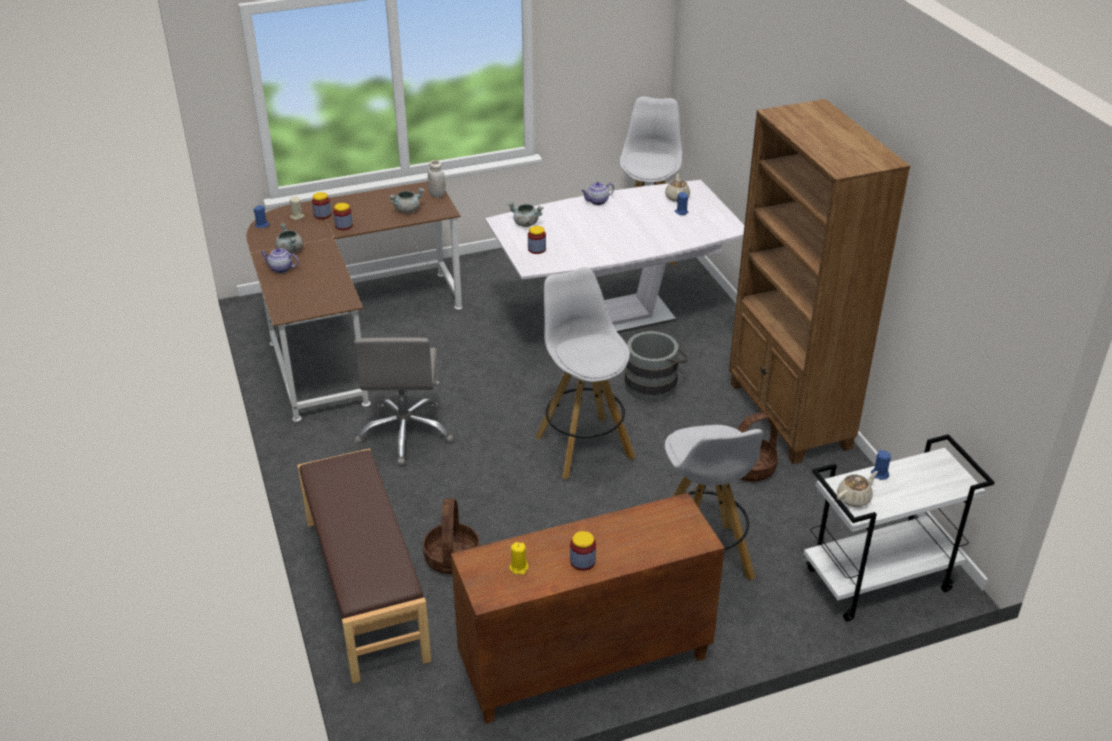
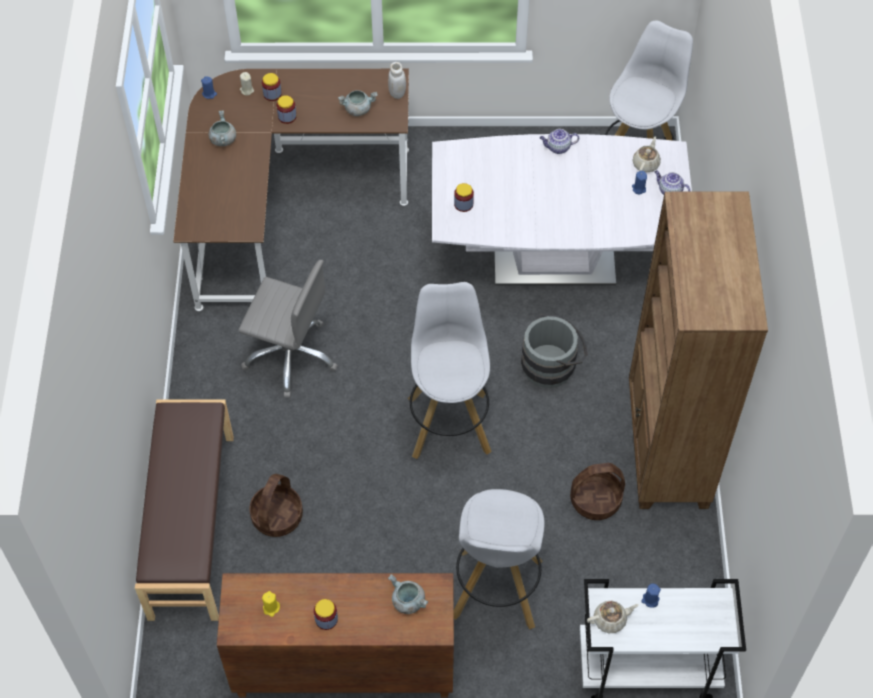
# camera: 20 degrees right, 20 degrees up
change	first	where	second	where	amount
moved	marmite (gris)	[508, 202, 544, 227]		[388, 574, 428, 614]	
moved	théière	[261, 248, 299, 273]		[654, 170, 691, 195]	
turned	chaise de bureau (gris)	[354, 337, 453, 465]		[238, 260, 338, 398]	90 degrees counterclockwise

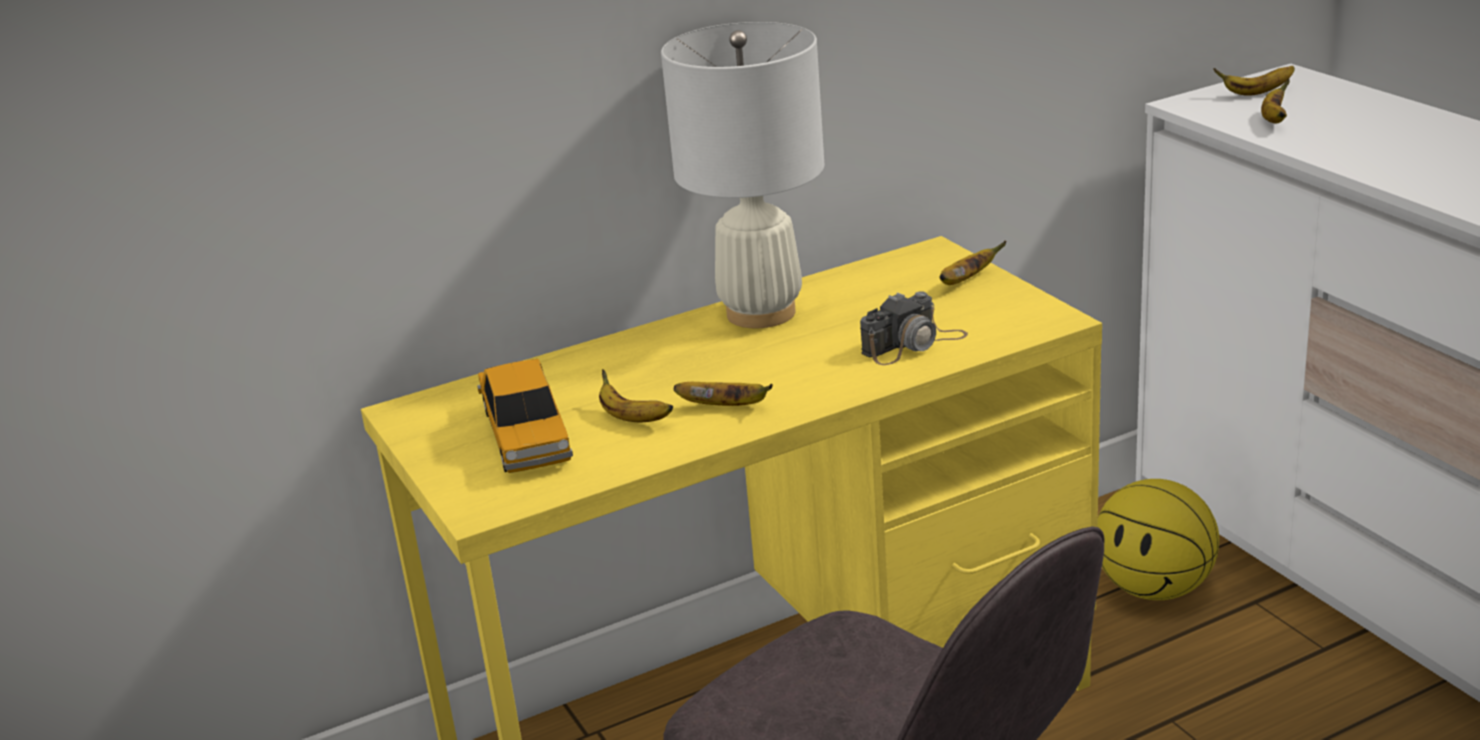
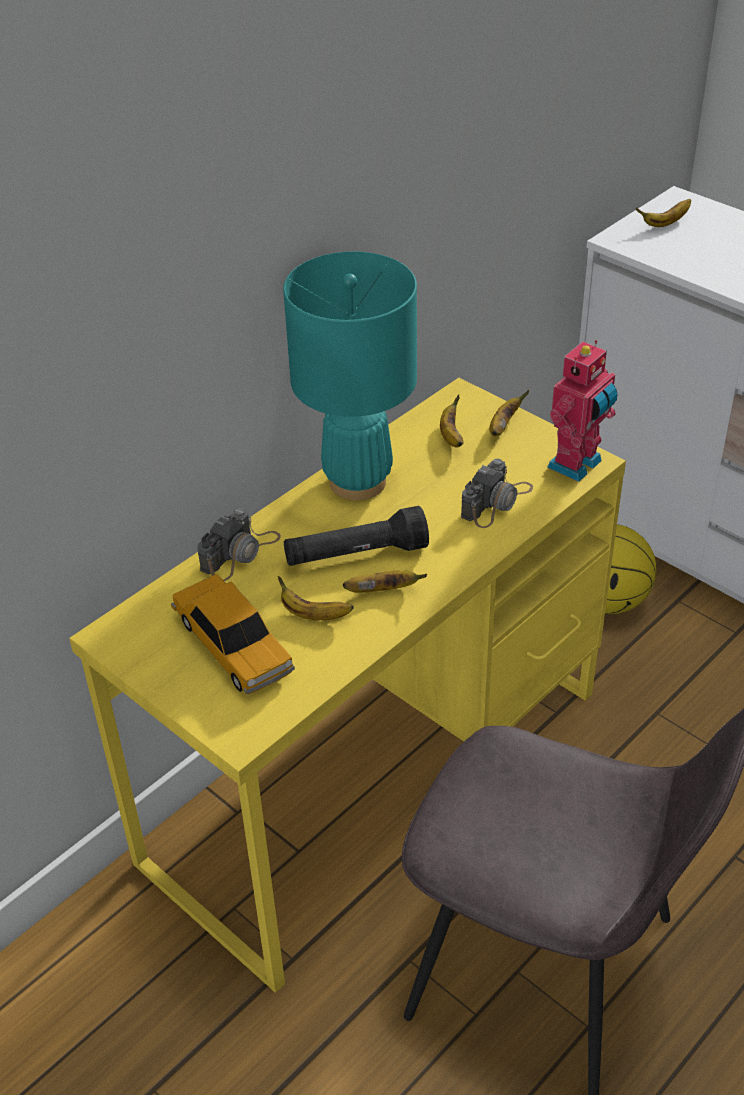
# camera: 20 degrees left, 15 degrees up
change	first	where	second	where	amount
recoloured	lampe de table (blanc)	[661, 22, 824, 328]	lampe de table (turquoise)	[283, 251, 417, 500]	
moved	banane	[1261, 79, 1290, 123]		[440, 394, 464, 448]	
added			robot jouet	[547, 340, 618, 482]	
added			lampe de poche (noir)	[284, 506, 429, 566]	
added			appareil photo	[197, 508, 281, 581]	

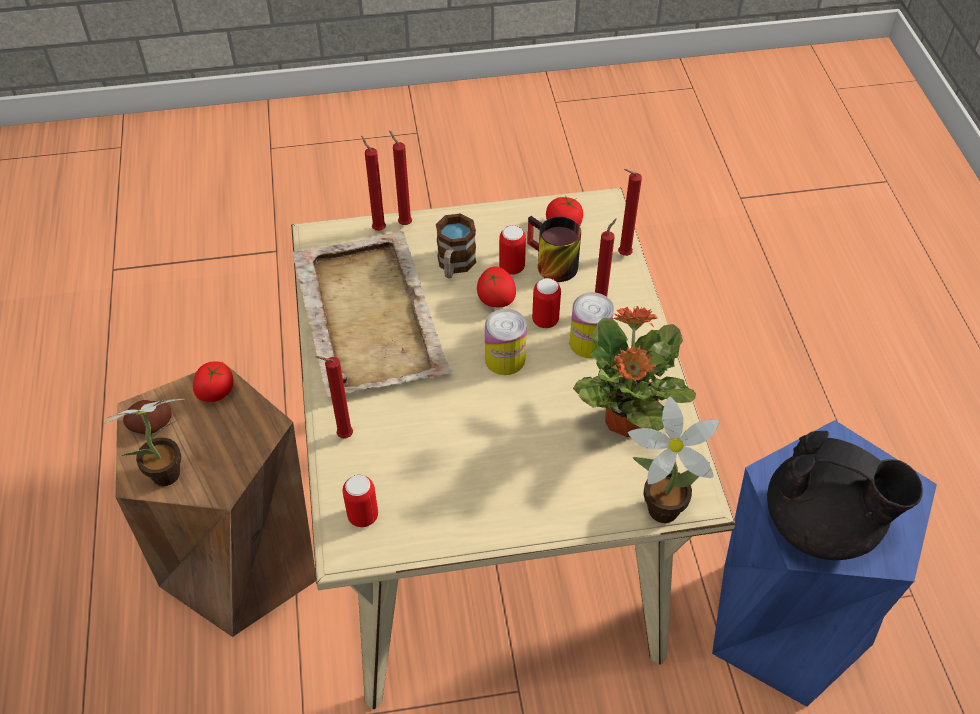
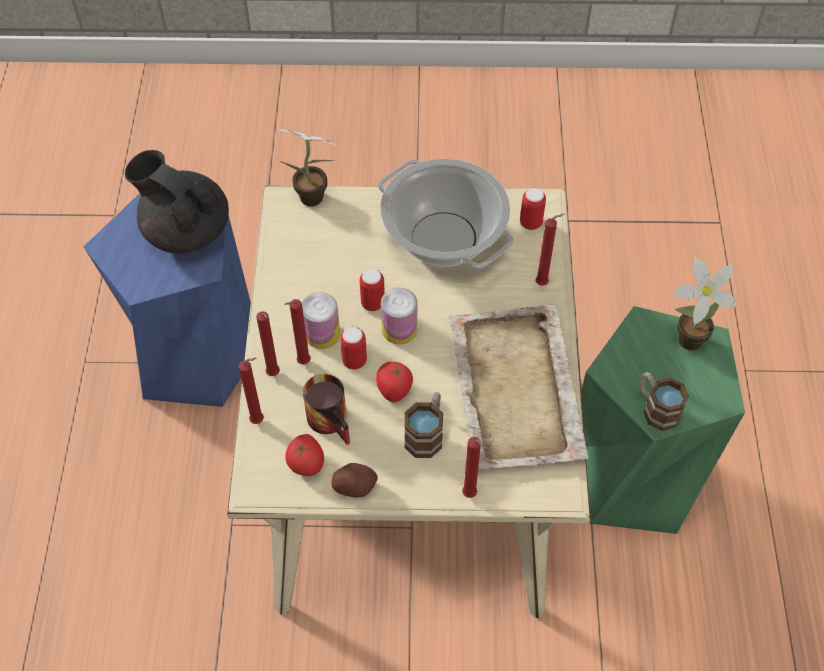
# camera: 170 degrees left, 5 degrees up
change	first	where	second	where	amount
moved	bougie (rouge)	[361, 136, 386, 231]		[256, 311, 280, 376]	
moved	boîte métallique	[499, 225, 526, 275]		[360, 269, 385, 311]	
removed	plante en pot	[573, 306, 696, 437]			
recoloured	tabouret (marron)	[116, 361, 316, 637]	tabouret (vert)	[581, 306, 745, 534]	
replaced	tomate	[193, 362, 233, 402]	mug	[640, 372, 689, 431]	
moved	pomme de terre	[123, 400, 172, 434]		[331, 463, 378, 497]	
added			marmite	[378, 159, 514, 269]	

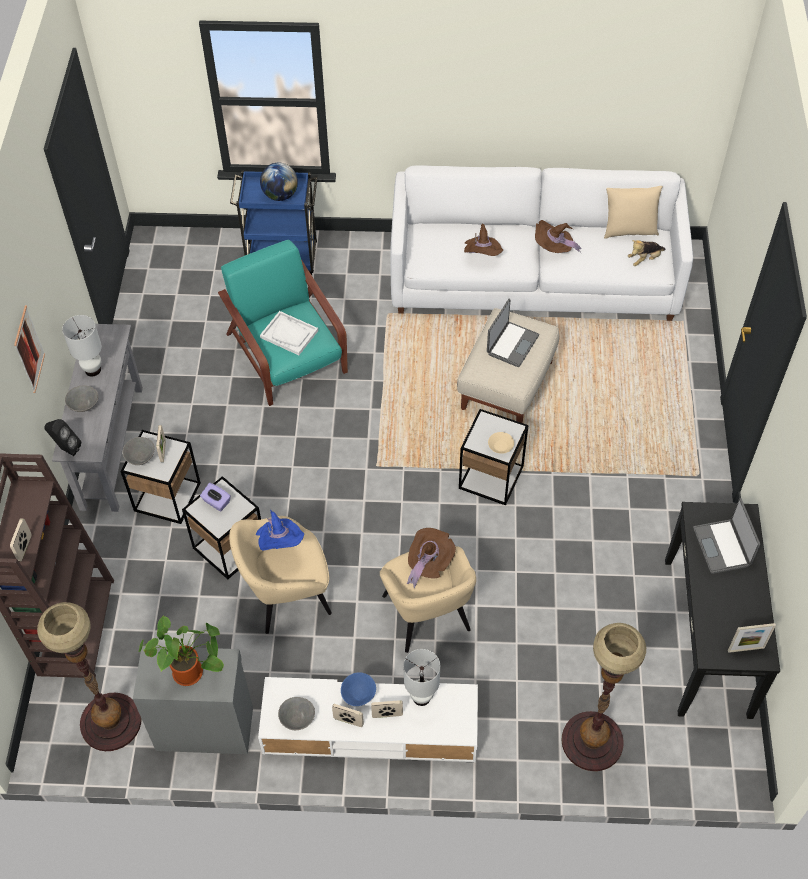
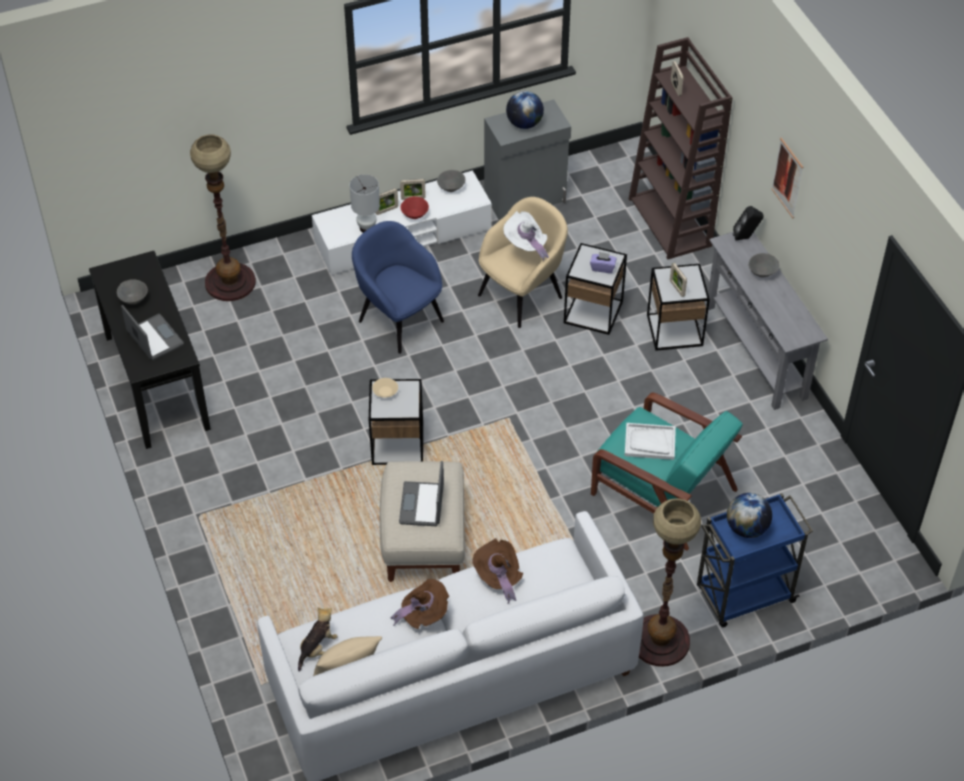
# camera: 155 degrees right, 5 degrees down
change	first	where	second	where	amount
removed	lampe de table (blanc)	[62, 315, 102, 377]			
moved	bol (gris)	[123, 437, 155, 465]		[117, 279, 148, 304]	
recoloured	chapeau (bleu)	[256, 509, 304, 551]	chapeau (blanc)	[503, 211, 549, 262]	
removed	chapeau (marron)	[406, 528, 456, 588]			
recoloured	fauteuil (beige)	[380, 546, 476, 653]	fauteuil (bleu)	[352, 221, 444, 354]	
moved	lampadaire	[37, 602, 142, 751]		[639, 498, 701, 667]	
replaced	plante en pot	[139, 615, 224, 686]	globe	[506, 91, 544, 129]	
removed	cadre photo	[728, 623, 776, 653]			
recoloured	bol (bleu)	[341, 672, 376, 706]	bol (rouge)	[400, 196, 429, 219]	

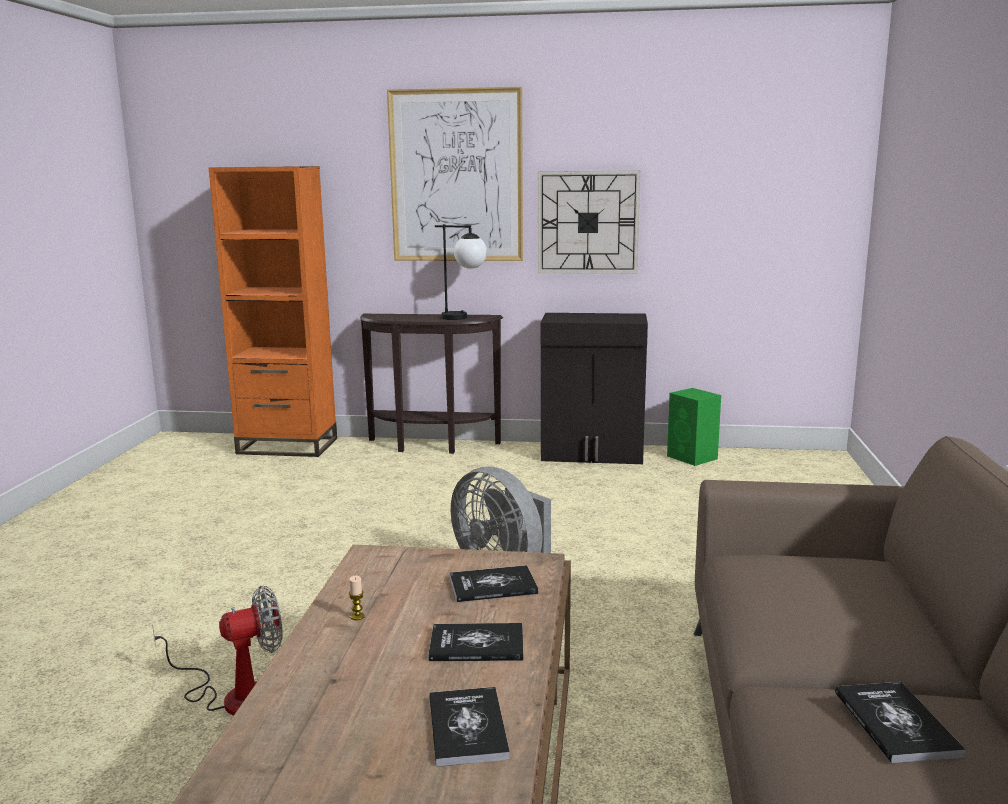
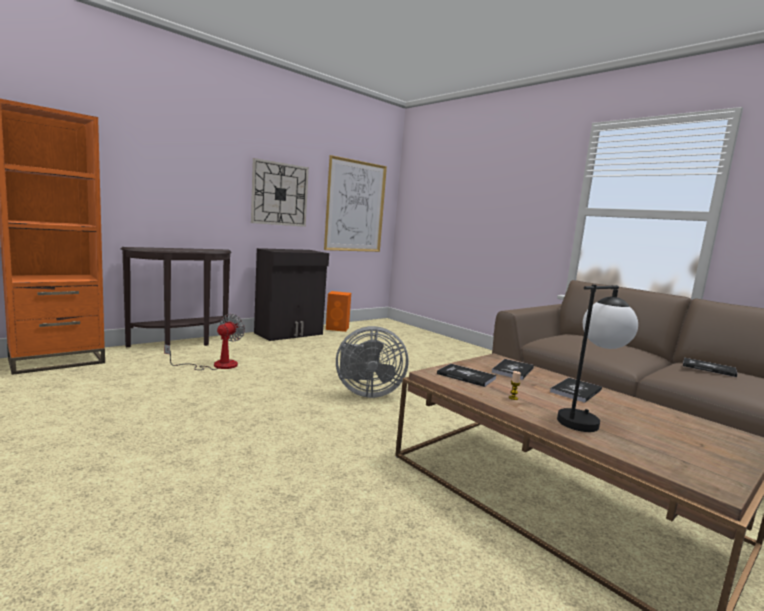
# camera: 50 degrees left, 5 degrees down
change	first	where	second	where	amount
moved	tableau	[387, 87, 523, 261]		[324, 155, 387, 252]	
moved	lampe de table	[435, 224, 487, 320]		[557, 284, 638, 432]	
recoloured	enceinte (vert)	[667, 388, 721, 466]	enceinte (orange)	[326, 291, 351, 332]	
moved	ventilateur	[152, 586, 282, 716]		[164, 314, 245, 370]	
moved	livre	[429, 687, 510, 767]		[437, 364, 496, 387]	

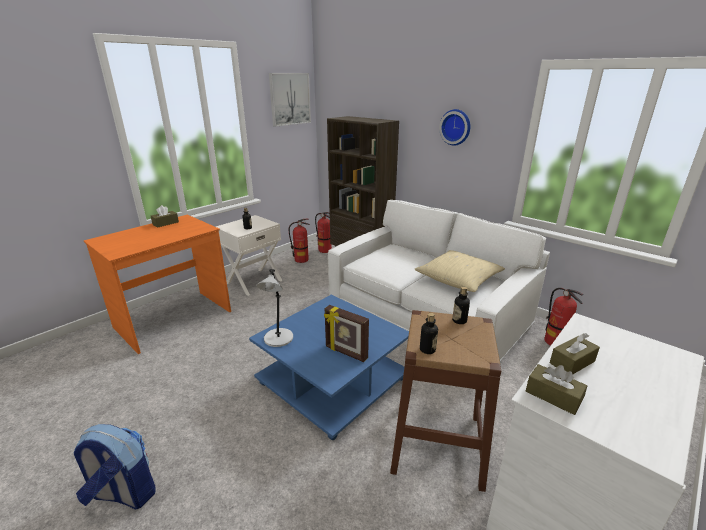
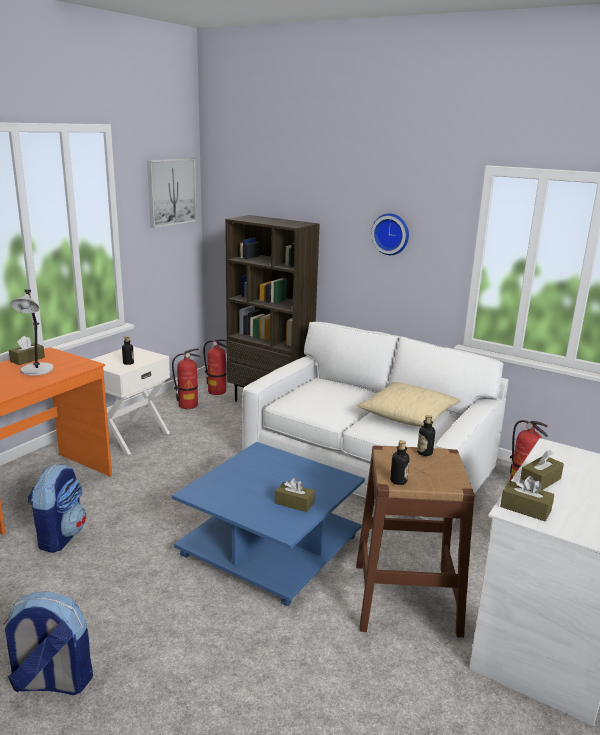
# camera: 10 degrees left, 5 degrees down
change	first	where	second	where	amount
moved	lampe de table (gris)	[256, 269, 293, 347]		[11, 290, 54, 376]	
replaced	cadre photo	[324, 305, 369, 362]	boîte à mouchoirs (marron)	[275, 478, 315, 512]	
added			sac à dos	[28, 464, 86, 553]	

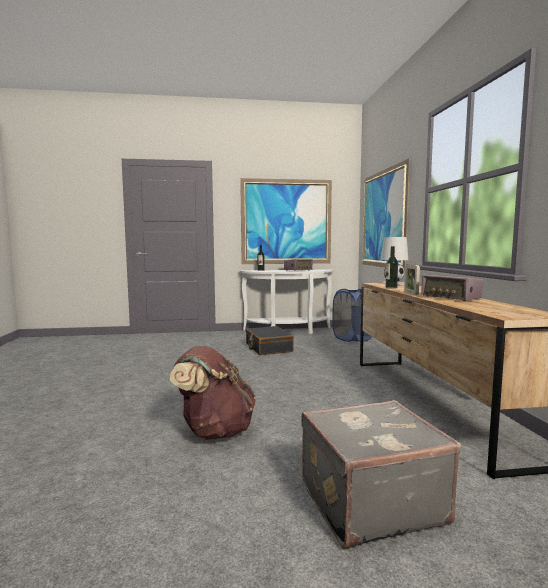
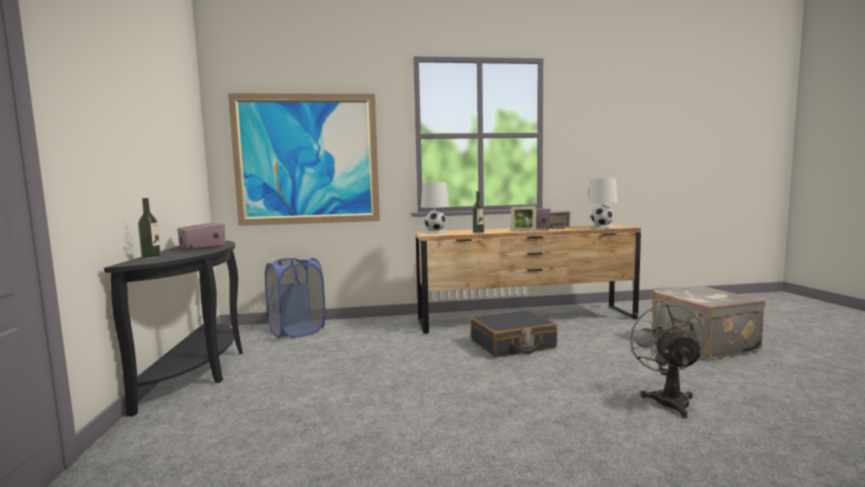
# camera: 90 degrees left, 0 degrees up
change	first	where	second	where	amount
removed	tableau	[240, 178, 332, 264]			
recoloured	table console (blanc)	[240, 269, 333, 334]	table console (noir)	[104, 240, 243, 417]	
moved	valise (noir)	[246, 326, 294, 355]		[470, 310, 557, 357]	
replaced	sac à dos (marron)	[170, 346, 256, 440]	ventilateur (gris)	[626, 302, 705, 418]	
added			lampe de table (blanc)	[588, 178, 618, 229]	

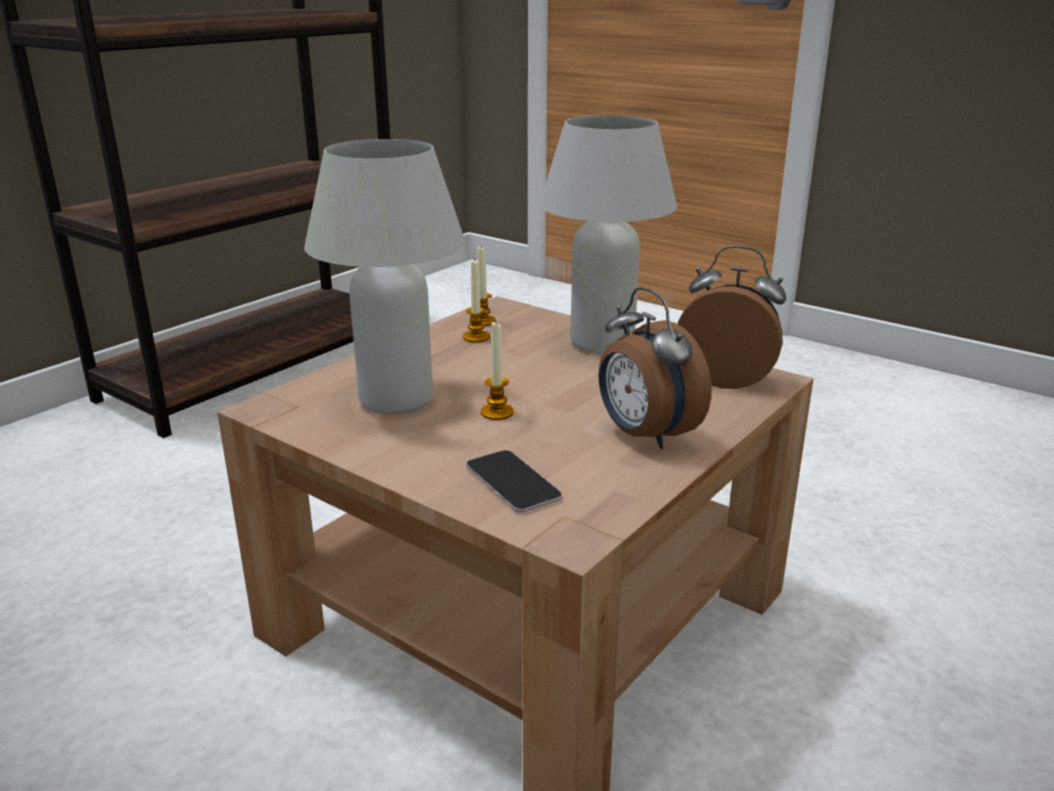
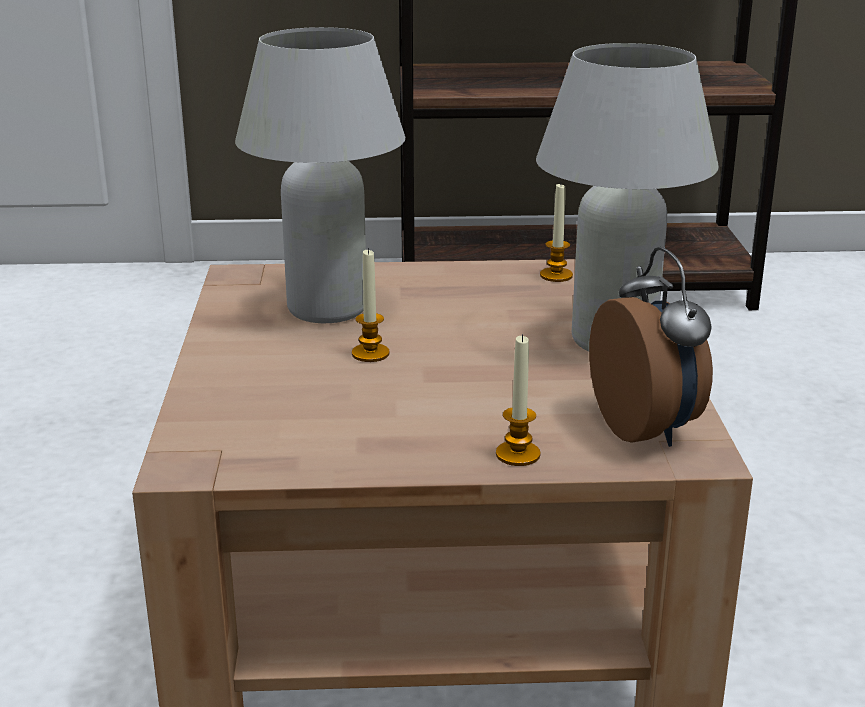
# camera: 50 degrees right, 0 degrees up
change	first	where	second	where	amount
moved	bougie	[463, 258, 490, 343]		[496, 334, 541, 466]	
removed	réveil	[598, 287, 711, 449]			
removed	téléphone	[466, 450, 562, 513]			

